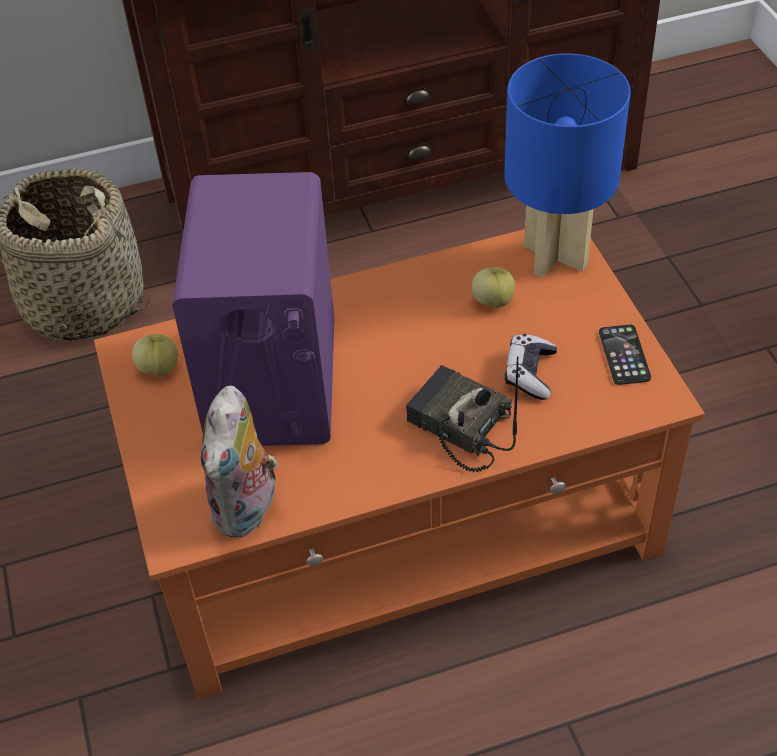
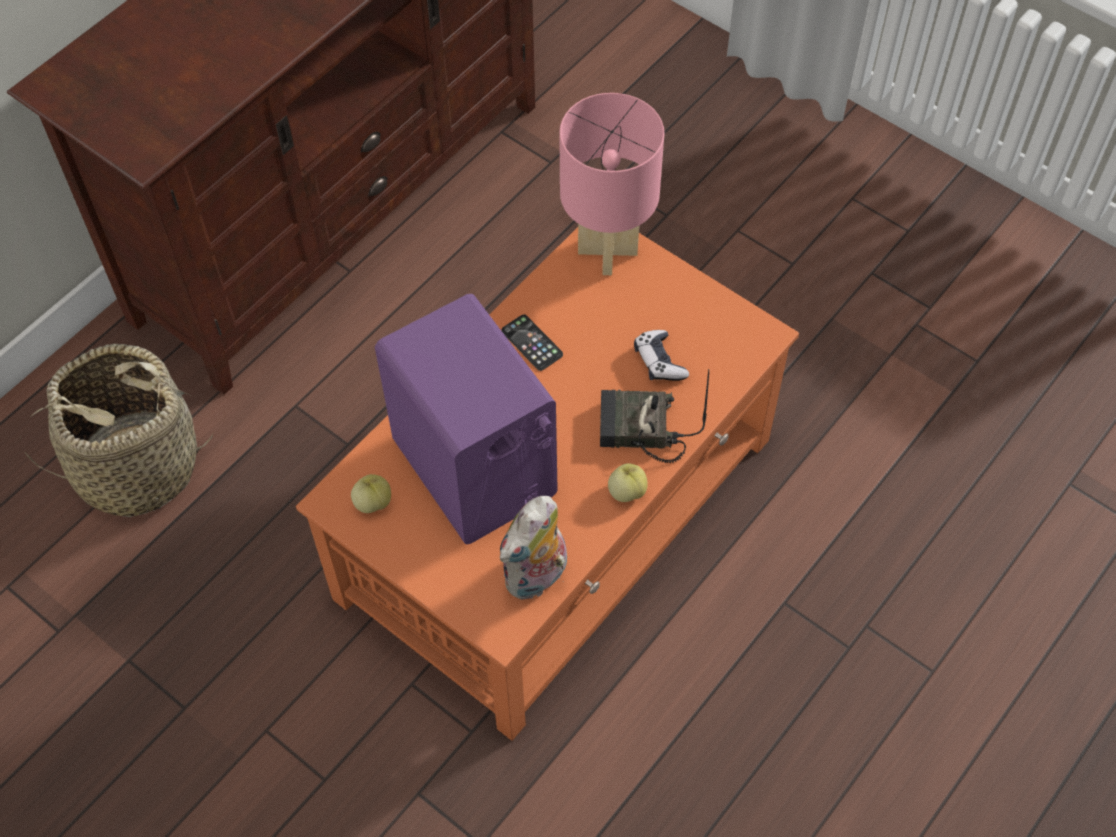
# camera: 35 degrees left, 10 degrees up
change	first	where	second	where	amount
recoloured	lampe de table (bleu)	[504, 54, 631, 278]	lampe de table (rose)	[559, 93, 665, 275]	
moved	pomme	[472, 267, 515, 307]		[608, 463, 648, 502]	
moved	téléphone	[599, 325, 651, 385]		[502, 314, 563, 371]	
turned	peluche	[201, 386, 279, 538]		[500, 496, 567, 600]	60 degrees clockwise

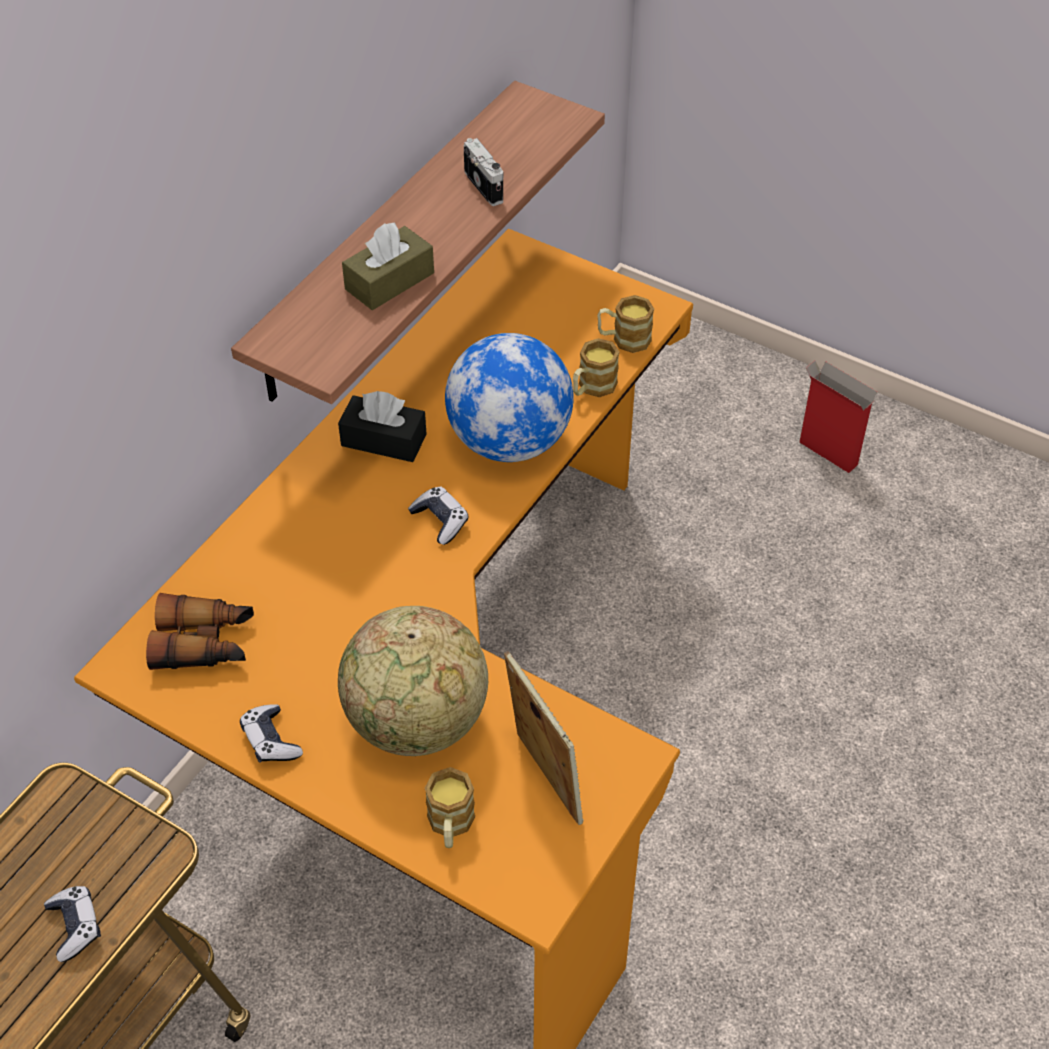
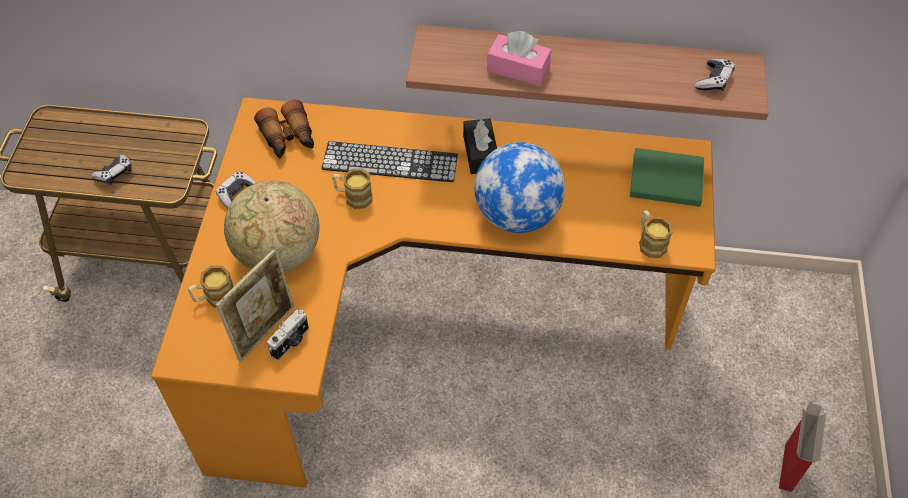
# camera: 65 degrees right, 5 degrees up
change	first	where	second	where	amount
moved	appareil photo	[464, 138, 504, 206]		[267, 310, 309, 360]	
recoloured	boîte à mouchoirs (marron)	[342, 223, 434, 310]	boîte à mouchoirs (rose)	[487, 31, 552, 86]	
moved	mug	[573, 338, 620, 397]		[332, 168, 372, 209]	
moved	manette	[408, 486, 469, 545]		[695, 59, 735, 91]	
added			clavier	[321, 141, 458, 182]	
added			livre (vert)	[630, 148, 704, 207]	

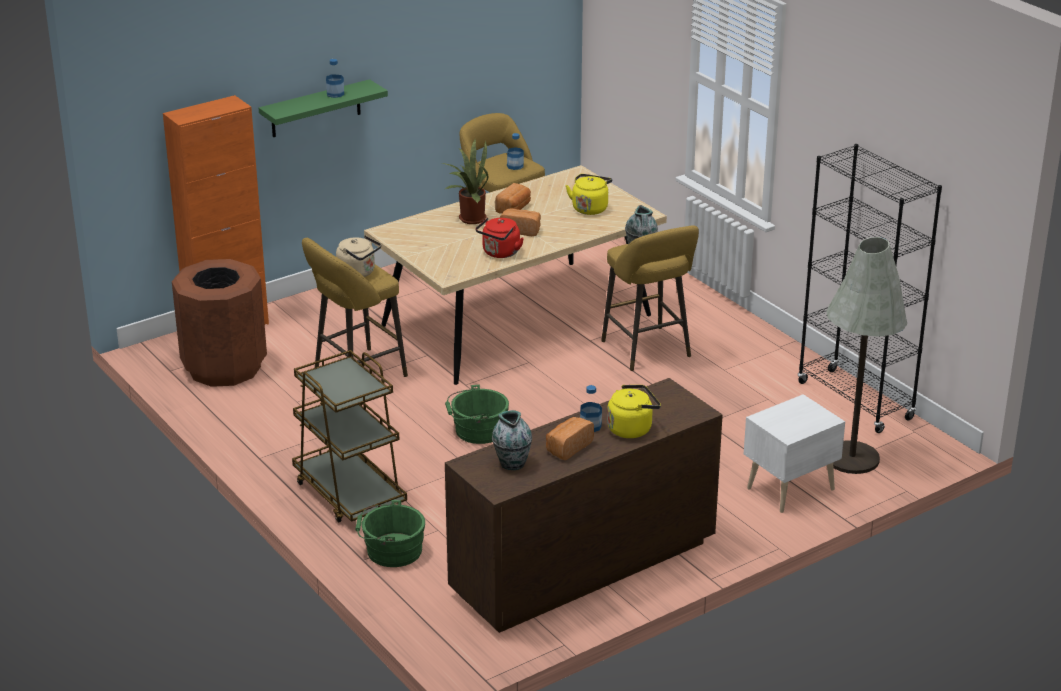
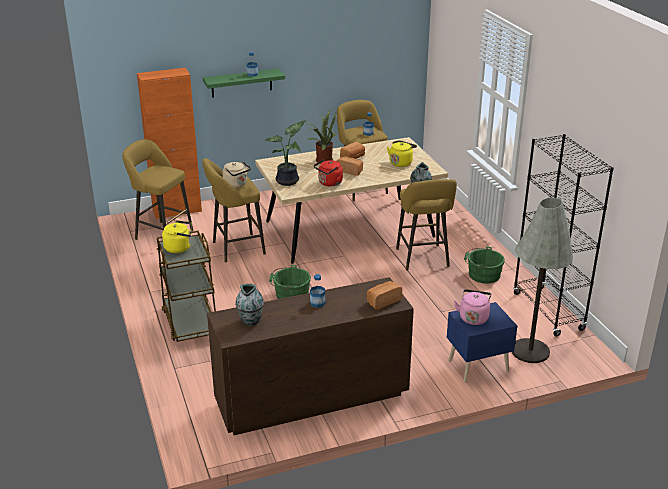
# camera: 15 degrees right, 0 degrees up
change	first	where	second	where	amount
replaced	poubelle (marron)	[172, 259, 267, 387]	tabouret (jaune)	[122, 139, 193, 240]	
moved	bouilloire (jaune)	[607, 385, 661, 438]		[162, 220, 192, 253]	
recoloured	table de chevet (blanc)	[744, 394, 845, 513]	table de chevet (bleu)	[447, 302, 517, 382]	
moved	pain	[546, 417, 594, 460]		[367, 281, 402, 310]	
moved	seau (vert)	[355, 500, 425, 567]		[464, 247, 505, 283]	
added			plante en pot	[265, 120, 306, 186]	
added			bouilloire (rose)	[454, 289, 491, 325]	

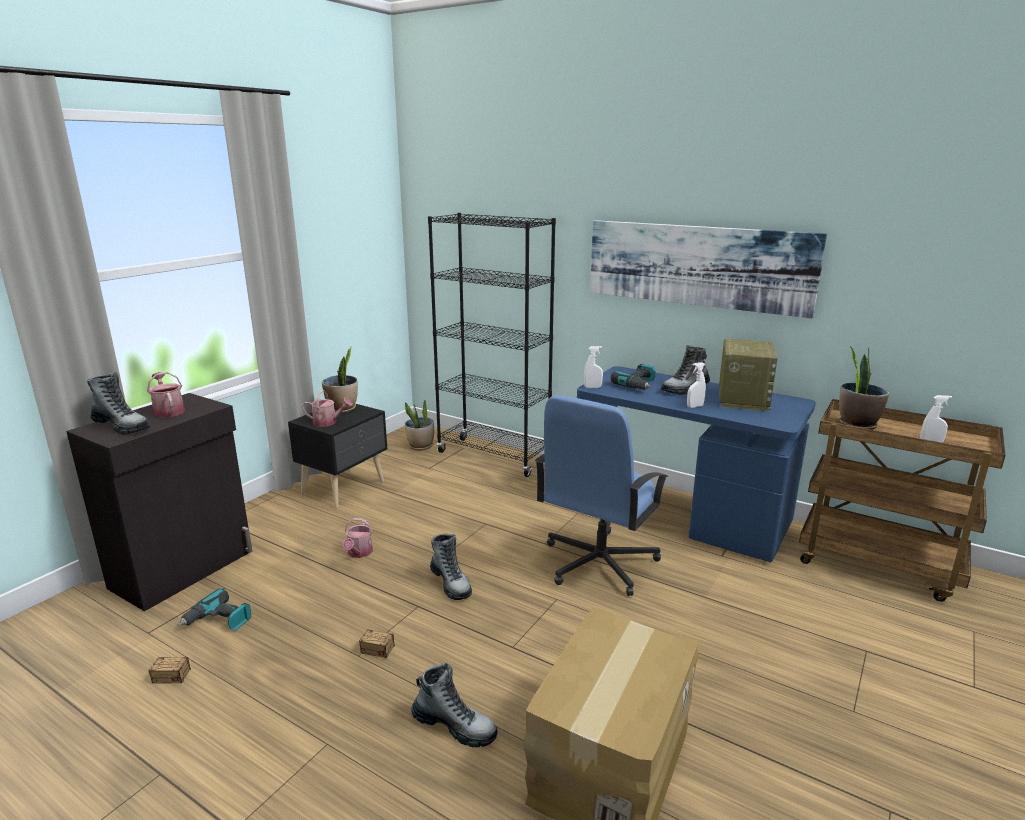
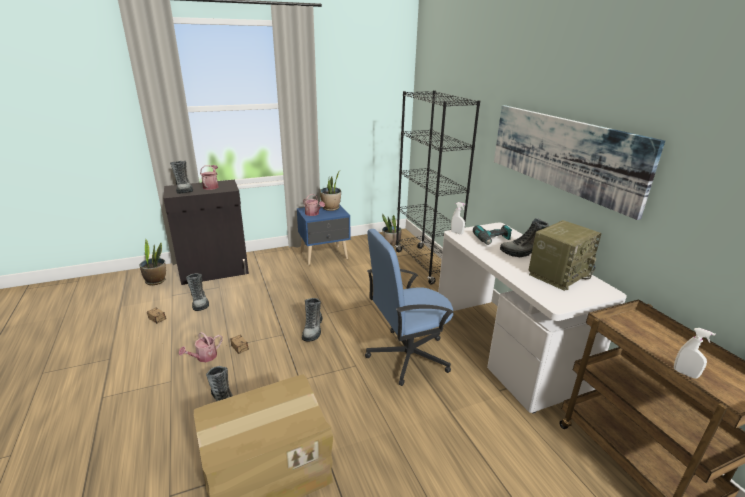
# camera: 35 degrees right, 5 degrees up
change	first	where	second	where	amount
moved	plante en pot	[839, 347, 889, 430]		[140, 239, 166, 285]	
removed	vaporisateur (blanc)	[687, 362, 706, 408]			
recoloured	bureau (bleu)	[577, 366, 816, 562]	bureau (blanc)	[438, 223, 627, 413]	
recoloured	table de chevet (noir)	[288, 404, 387, 508]	table de chevet (bleu)	[297, 204, 350, 266]	
moved	arrosoir	[342, 518, 373, 558]		[179, 332, 223, 362]	
replaced	perceuse	[178, 588, 251, 631]	botte	[186, 273, 209, 311]	

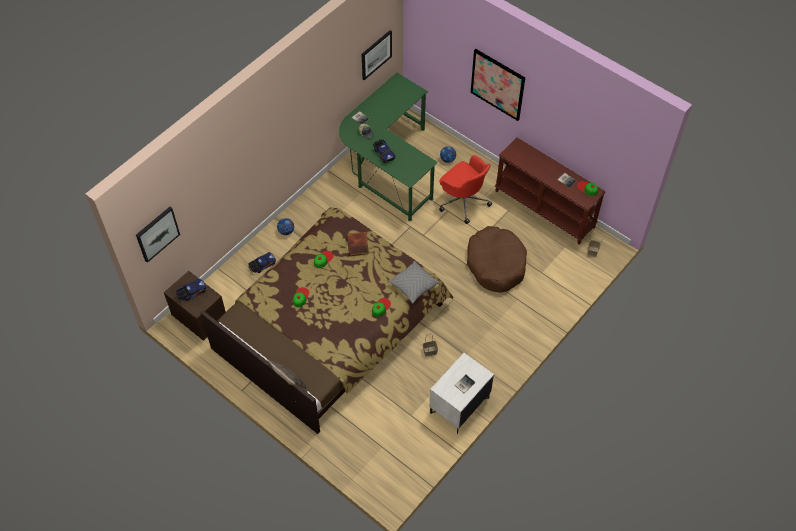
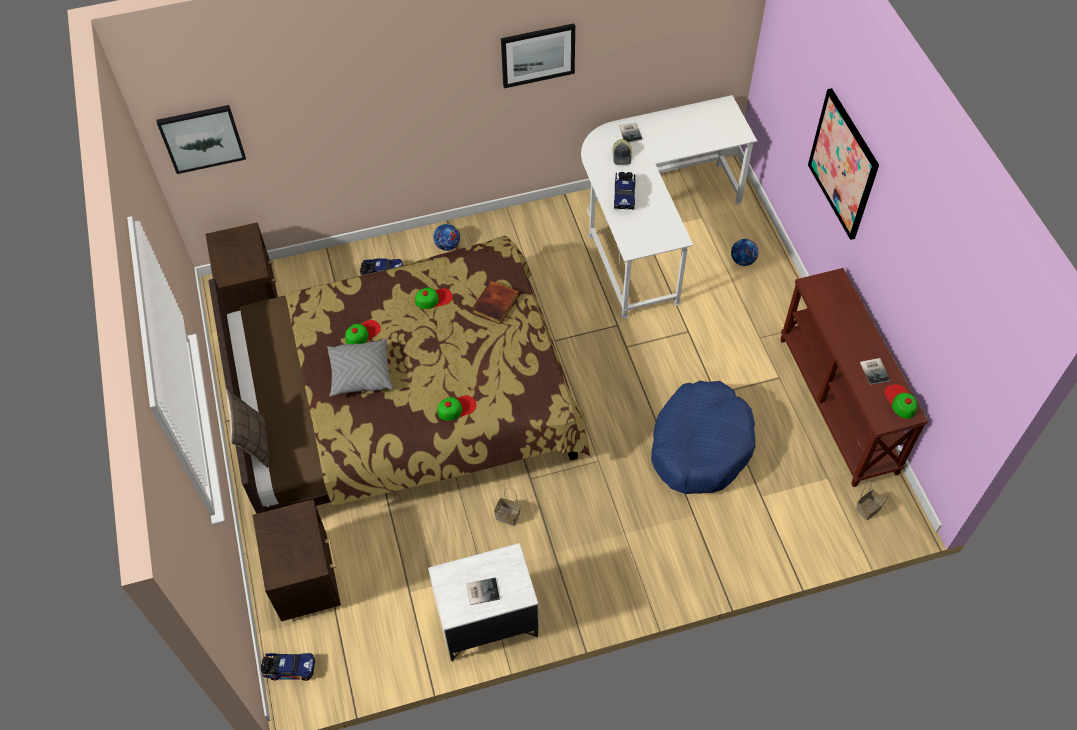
# camera: 35 degrees right, 0 degrees up
change	first	where	second	where	amount
moved	tableau	[362, 30, 392, 80]		[501, 23, 575, 88]	
recoloured	bureau (vert)	[339, 73, 438, 221]	bureau (blanc)	[581, 95, 757, 319]	
removed	chaise de bureau (rouge)	[439, 155, 492, 224]			
recoloured	panier pour chien (marron)	[467, 226, 527, 293]	panier pour chien (bleu)	[651, 381, 755, 494]	
moved	coussin (gris)	[389, 261, 440, 304]		[327, 339, 393, 397]	
moved	camion jouet	[176, 279, 206, 301]		[261, 653, 315, 681]	
added			table de chevet (marron)	[253, 499, 341, 621]	

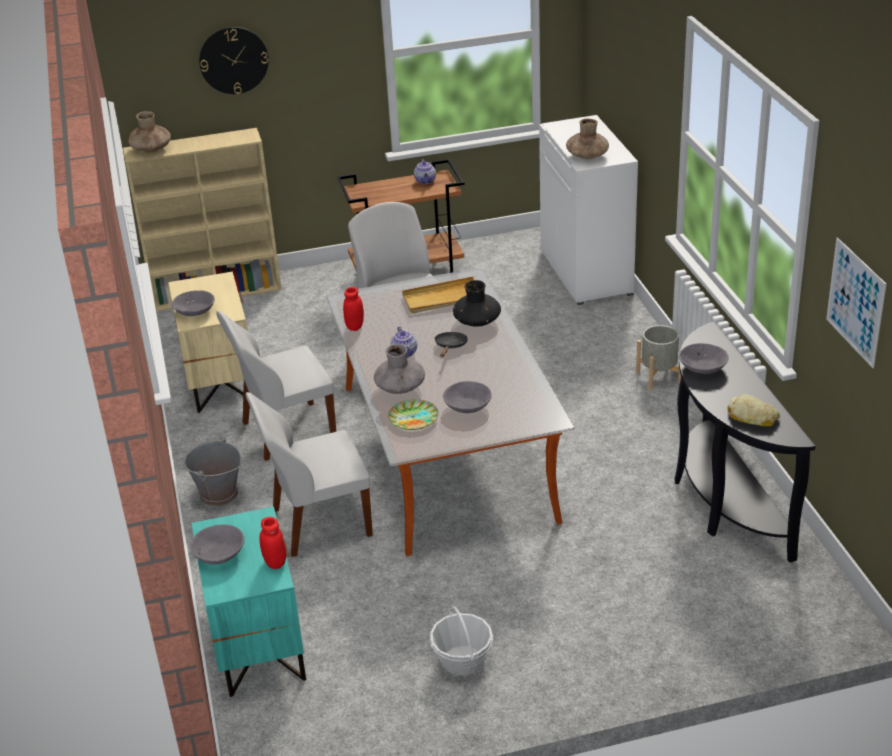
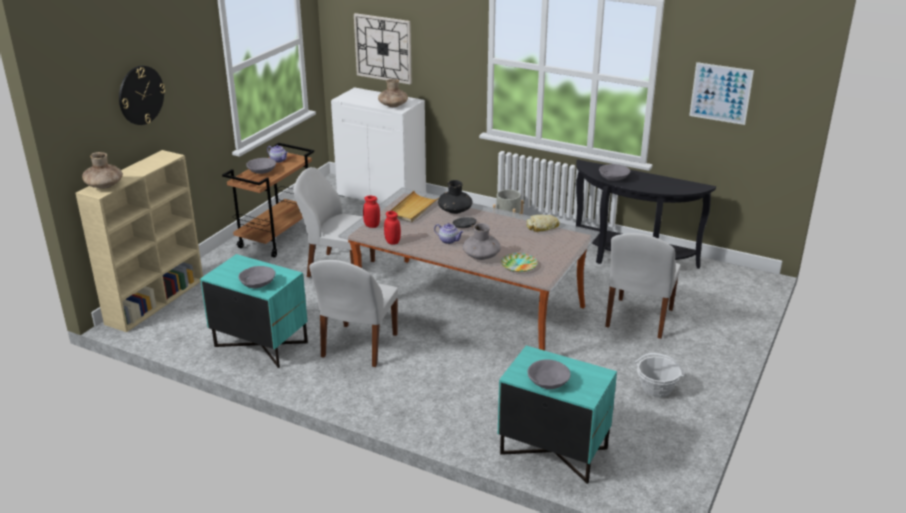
# camera: 50 degrees left, 5 degrees down
change	first	where	second	where	amount
recoloured	table de chevet (beige)	[168, 271, 248, 413]	table de chevet (turquoise)	[200, 254, 308, 368]	
moved	bol (gris)	[443, 381, 492, 413]		[246, 158, 276, 174]	
moved	chaise (blanc)	[246, 392, 373, 557]		[605, 233, 681, 339]	
moved	pain	[727, 394, 780, 426]		[526, 215, 559, 232]	
removed	seau (gris)	[183, 437, 242, 507]			
moved	bocal (rouge)	[260, 517, 286, 569]		[363, 195, 380, 228]	
added			horloge murale	[354, 13, 412, 84]	

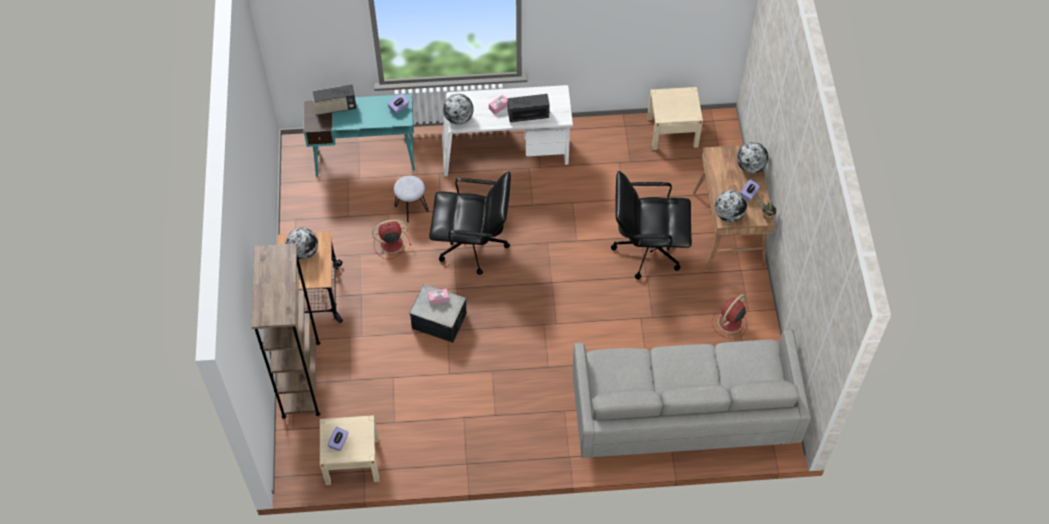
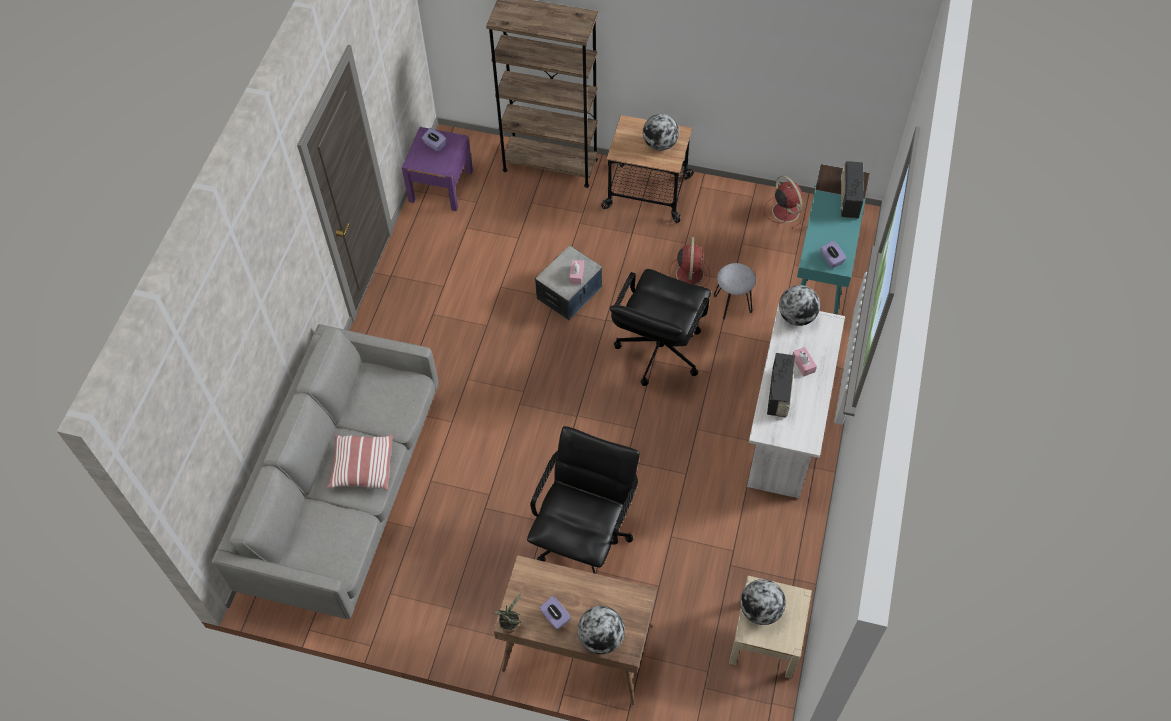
# camera: 110 degrees right, 0 degrees up
change	first	where	second	where	amount
moved	globe	[715, 190, 747, 222]		[740, 579, 786, 625]	
moved	ventilateur (rouge)	[712, 294, 748, 339]		[764, 175, 806, 229]	
recoloured	table de chevet (beige)	[320, 415, 379, 485]	table de chevet (violet)	[402, 127, 473, 211]	
added			coussin	[327, 435, 393, 490]	

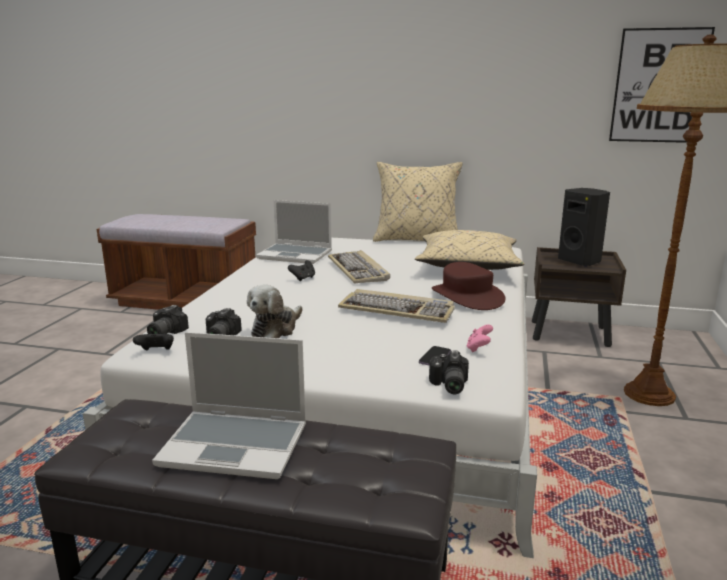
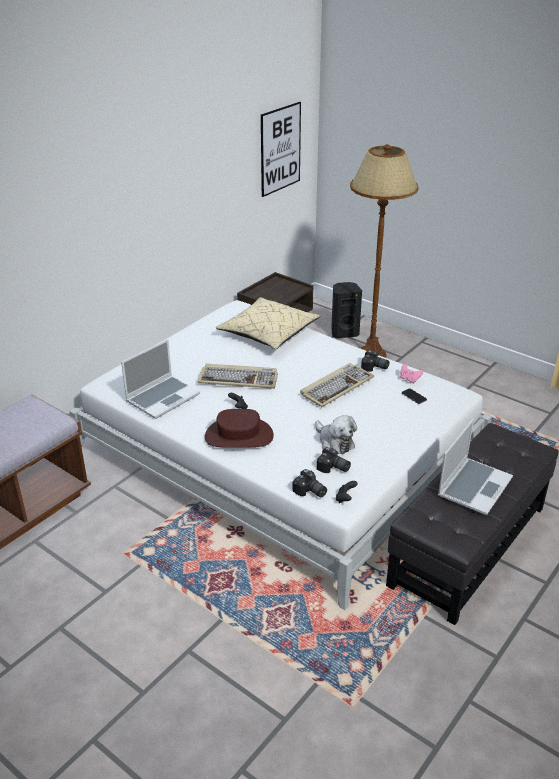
# camera: 65 degrees left, 15 degrees up
change	first	where	second	where	amount
removed	coussin (beige)	[373, 162, 463, 242]			
moved	enceinte (noir)	[558, 188, 610, 267]		[331, 282, 362, 338]	
moved	chapeau (marron)	[432, 262, 505, 310]		[205, 409, 274, 448]	
moved	appareil photo	[429, 350, 469, 394]		[361, 350, 390, 372]	

